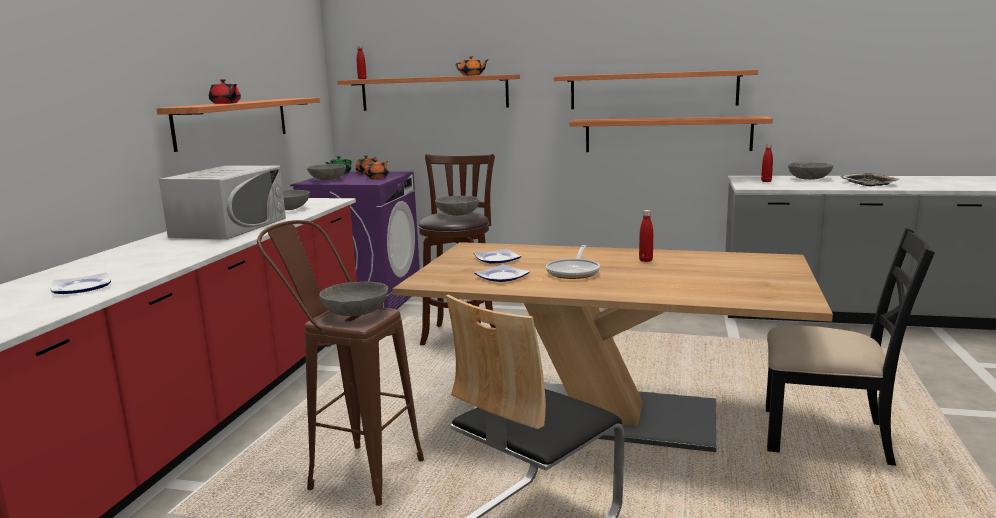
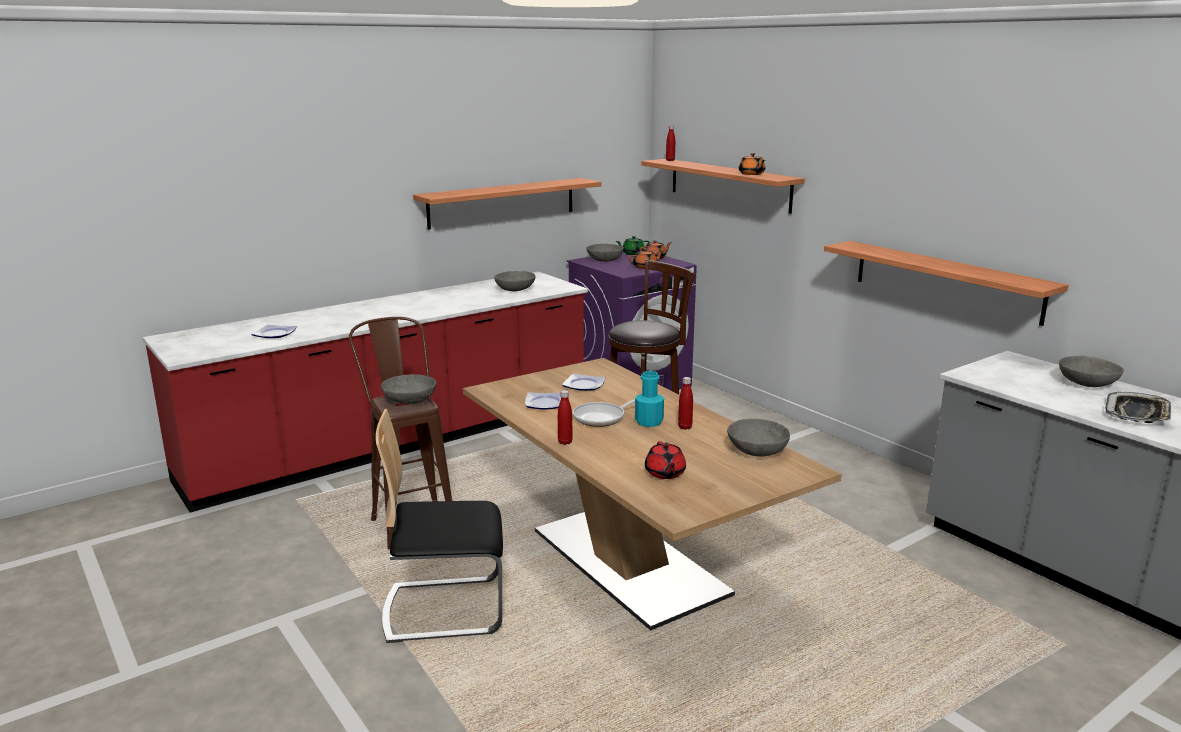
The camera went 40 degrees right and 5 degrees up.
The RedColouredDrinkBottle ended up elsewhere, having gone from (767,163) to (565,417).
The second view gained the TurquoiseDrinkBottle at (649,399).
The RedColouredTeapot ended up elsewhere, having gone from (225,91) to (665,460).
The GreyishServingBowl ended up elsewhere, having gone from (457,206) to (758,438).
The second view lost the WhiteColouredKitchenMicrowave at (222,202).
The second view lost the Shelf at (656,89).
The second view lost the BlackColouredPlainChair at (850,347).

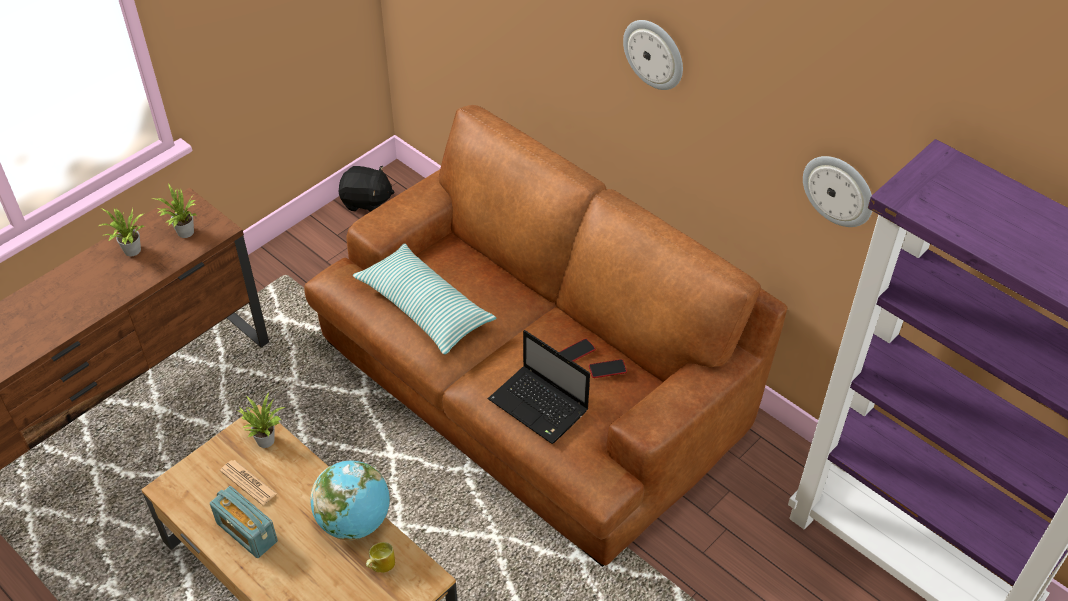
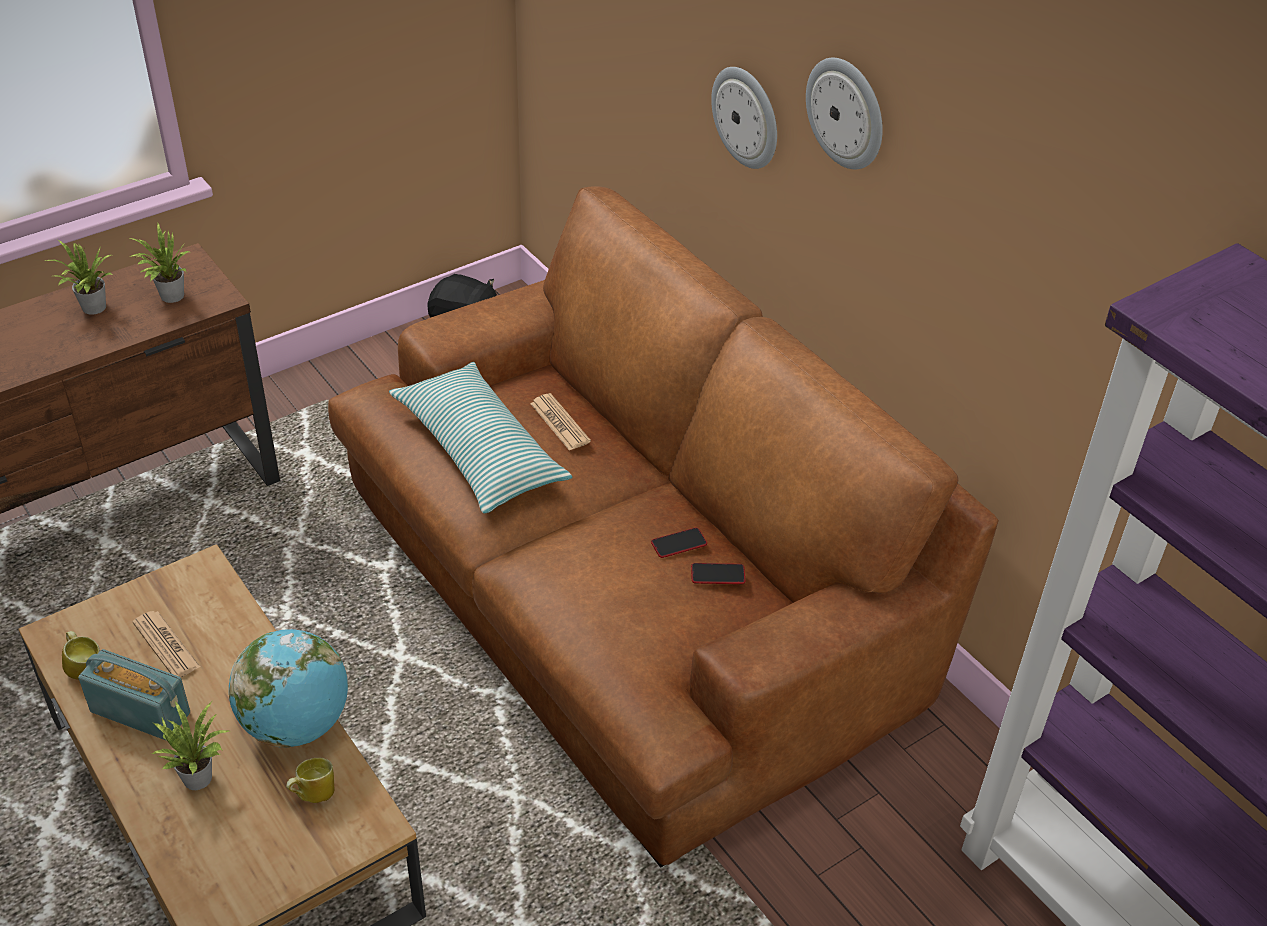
The camera went 10 degrees right and 5 degrees down.
The second view gained the Mug at (81,655).
The RadioSet at (244,522) ended up facing another way, 150 degrees clockwise from before.
The Houseplant ended up elsewhere, having gone from (261,420) to (190,745).
The second view gained the PrintedPaper at (560,422).
The HangingClock ended up elsewhere, having gone from (837,191) to (744,118).
The second view lost the NotebookComputer at (539,387).

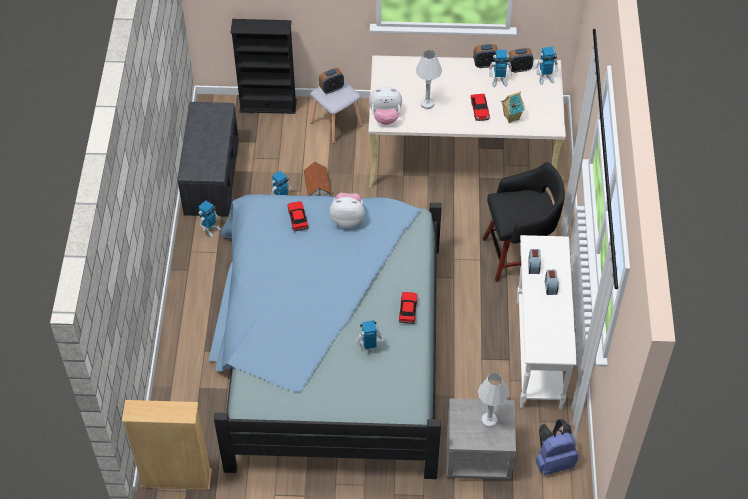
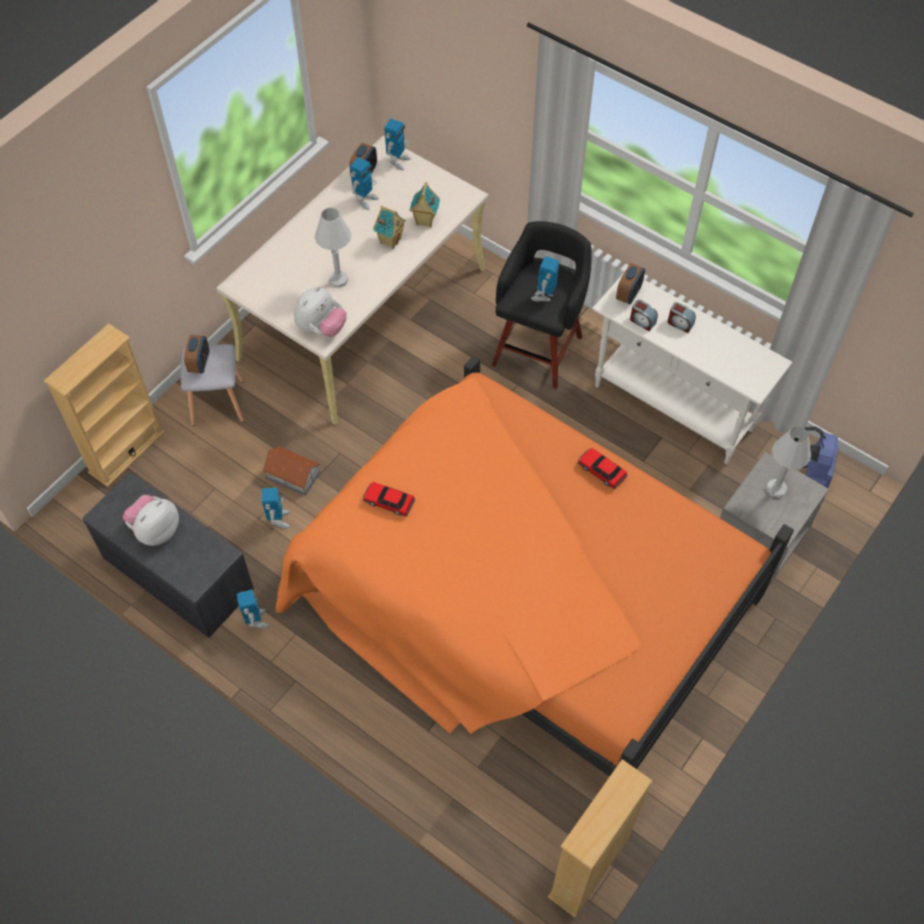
The camera went 55 degrees left and 5 degrees up.
What was the BlackColouredBookcase at (263,66) turned into the SandColouredBookcase at (104,405).
The PlushToy ended up elsewhere, having gone from (347,210) to (151,520).
What was the BluishSleepingBed at (325,336) turned into the OrangeySleepingBed at (534,566).
Where the ToyCar stood at (480,107), the MiniatureHouse came to stand at (389,227).
The ModelRobot ended up elsewhere, having gone from (369,337) to (545,278).
The AlarmClock ended up elsewhere, having gone from (485,56) to (630,283).

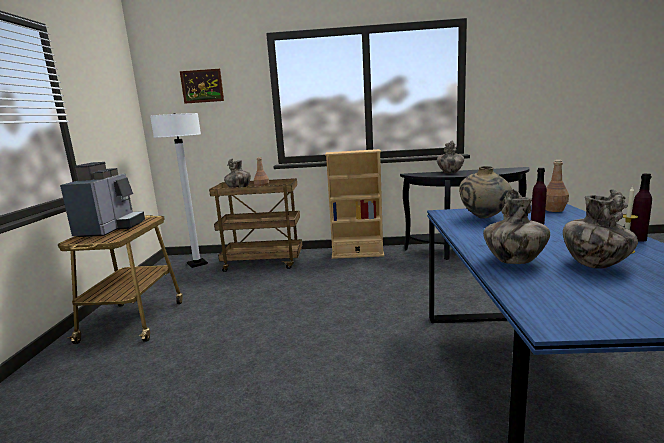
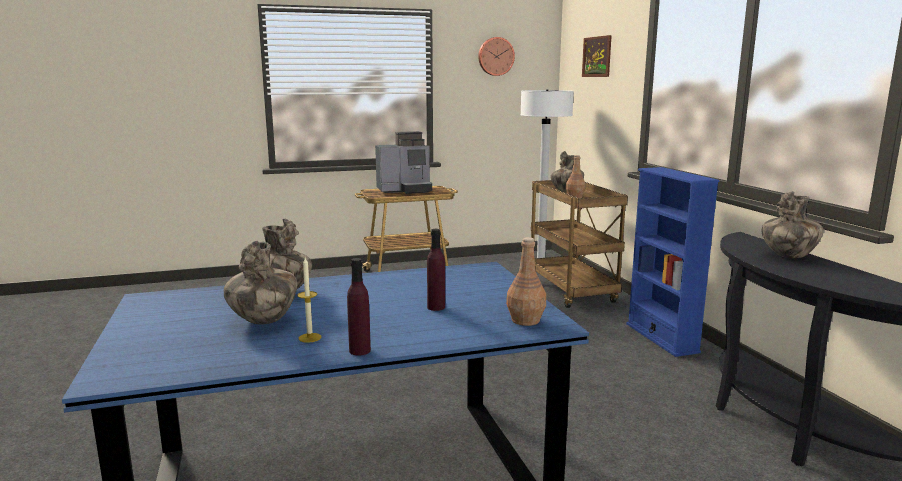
The camera went 70 degrees right and 0 degrees up.
The second view gained the HangingClock at (496,56).
What was the SandColouredBookcase at (354,204) turned into the BluishBookcase at (672,262).
The second view lost the SandColouredFlowerVase at (485,192).

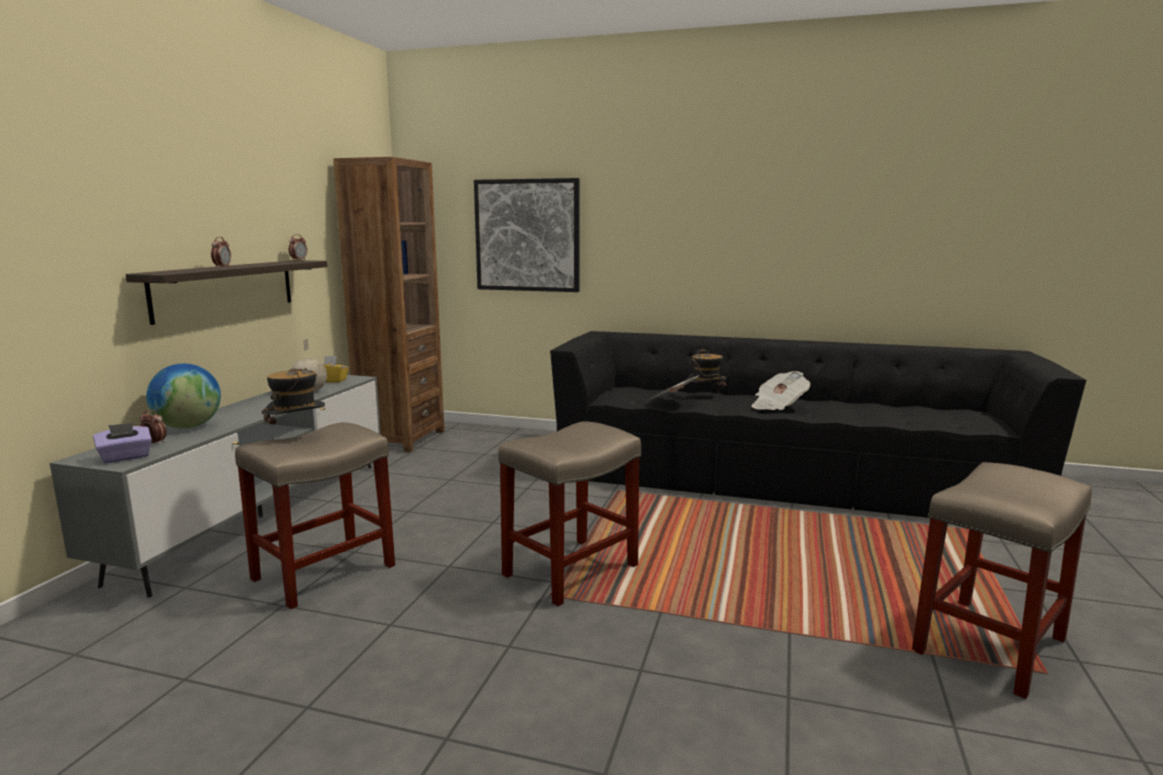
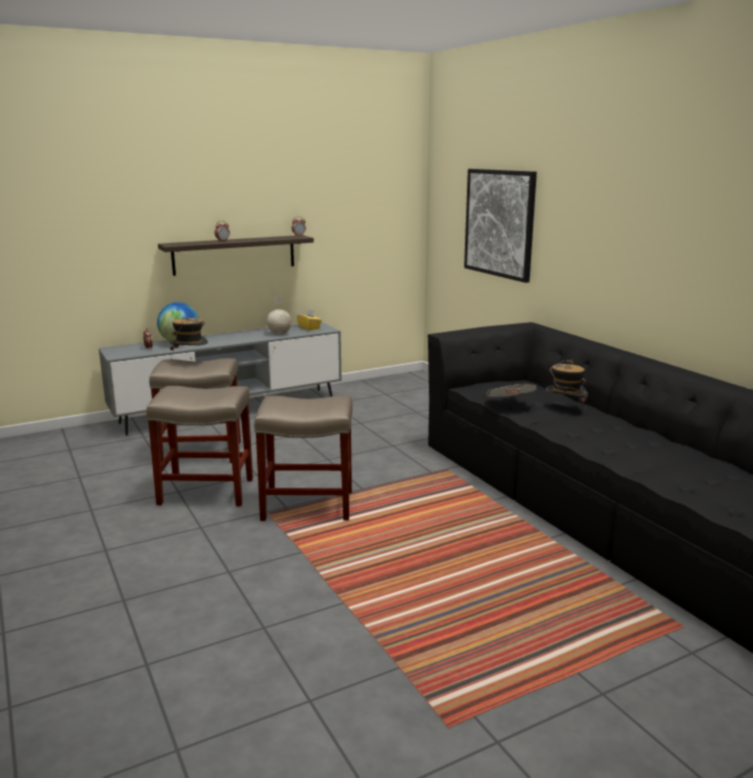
The camera went 45 degrees right and 5 degrees up.
The SandColouredStool ended up elsewhere, having gone from (1002,580) to (199,446).
The second view lost the PurpleColouredBoxOfTissues at (122,442).
The second view lost the BrownishBookcase at (388,304).
The second view lost the PrintedPaper at (780,390).

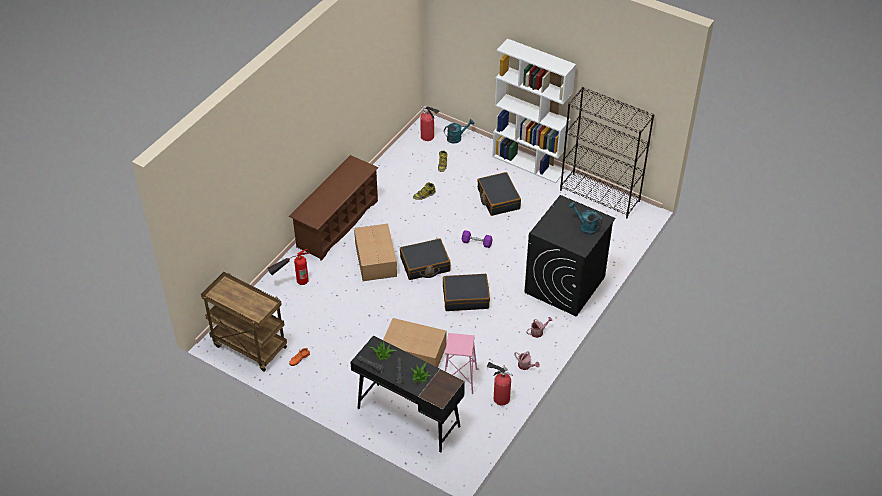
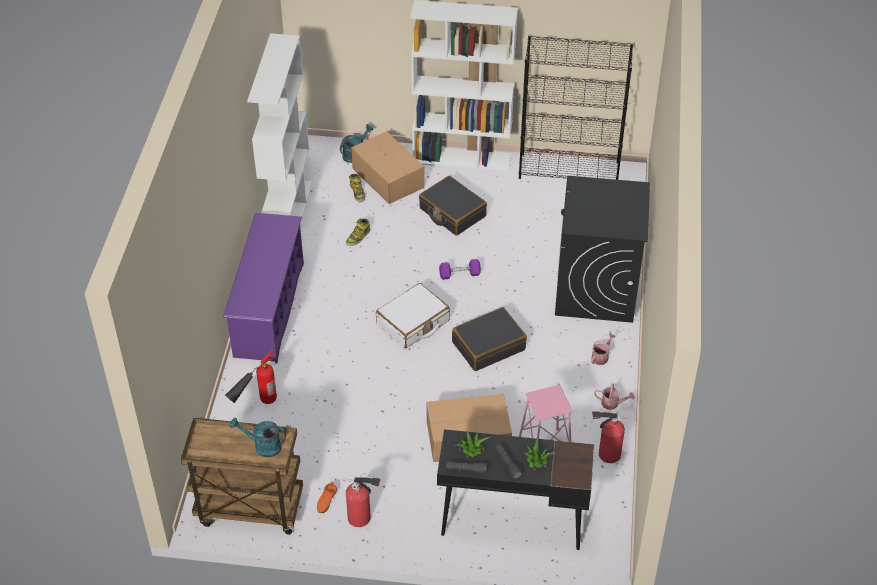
The camera went 25 degrees left and 0 degrees up.
What was the BrownishShoeShelf at (334,208) turned into the PurpleColouredShoeShelf at (263,288).
The TurquoiseWateringCan ended up elsewhere, having gone from (586,218) to (258,437).
The second view gained the WhiteColouredBookcase at (279,129).
The Extinguisher ended up elsewhere, having gone from (430,123) to (361,500).
The CardboardBox ended up elsewhere, having gone from (375,252) to (388,167).
What was the BlackColouredSuitcase at (425,259) turned into the WhiteColouredSuitcase at (413,315).

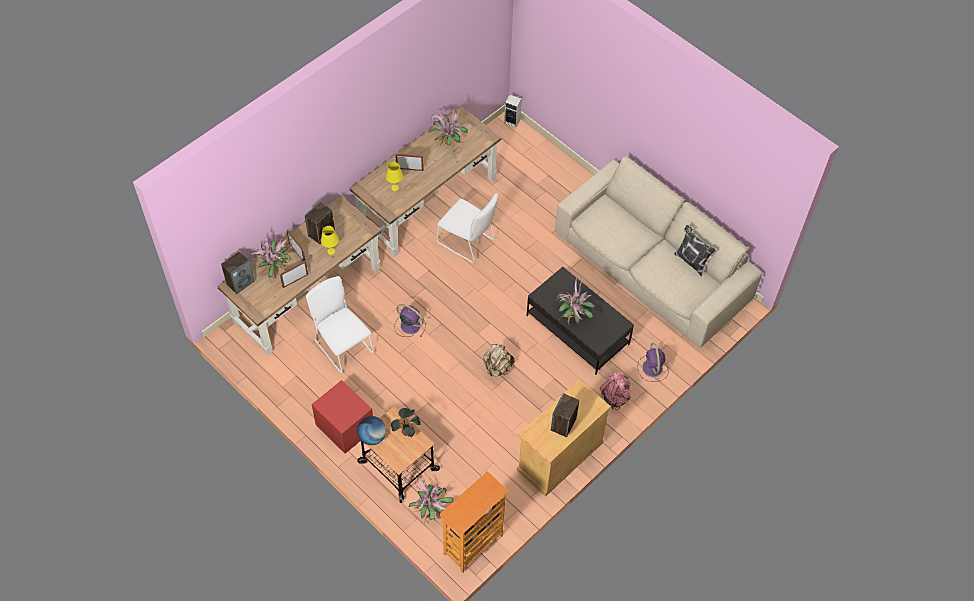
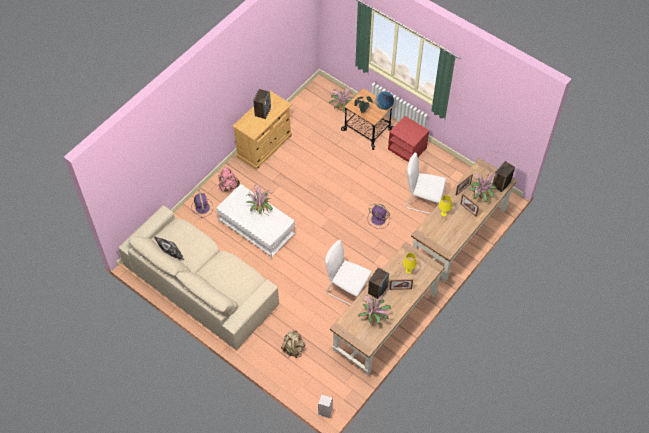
The camera went 175 degrees right and 0 degrees up.
What was the BlackColouredCoffeeTable at (580,321) turned into the WhiteColouredCoffeeTable at (255,222).
The SandColouredBackpack ended up elsewhere, having gone from (498,360) to (293,344).
The Speaker ended up elsewhere, having gone from (320,223) to (378,283).
The WhiteColouredPlainChair at (340,324) ended up facing another way, 150 degrees clockwise from before.
The second view lost the Bookcase at (474,522).

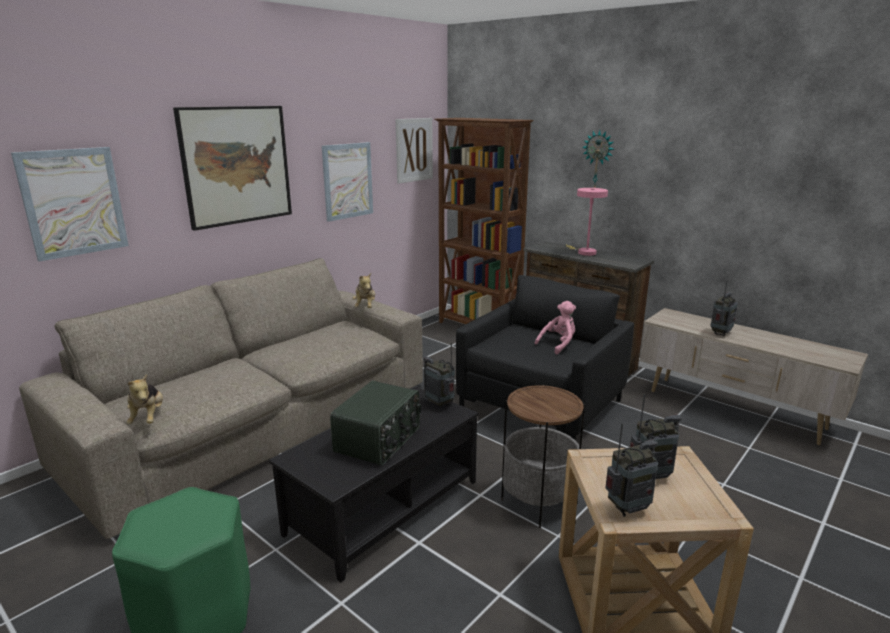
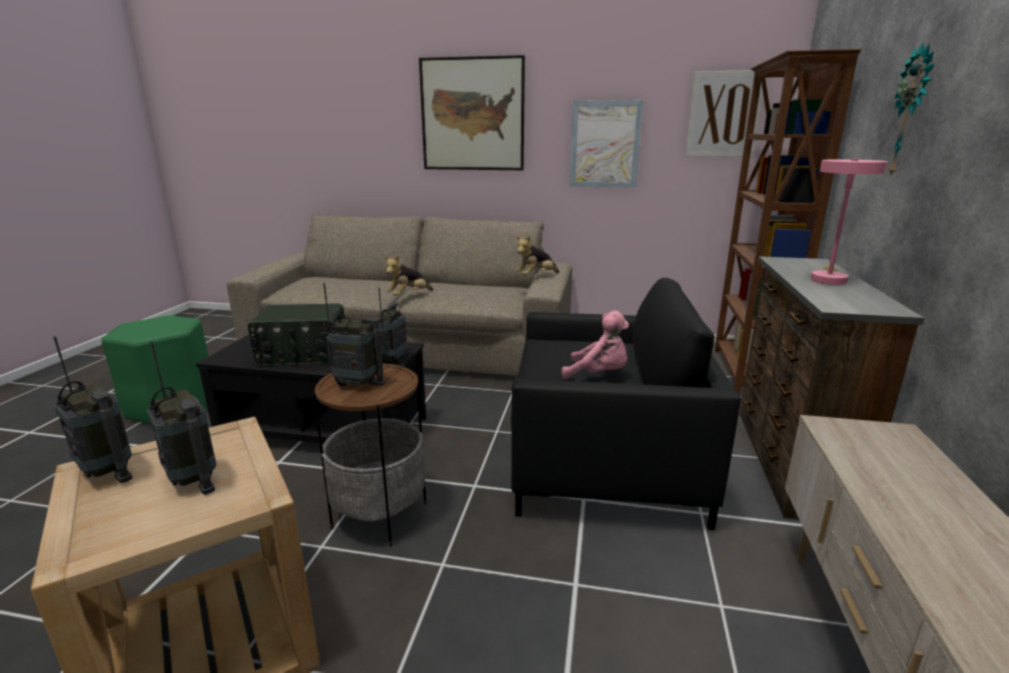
The camera went 60 degrees right and 0 degrees up.
The RadioSet ended up elsewhere, having gone from (724,308) to (354,334).
The PlushToy ended up elsewhere, having gone from (144,399) to (408,275).
The second view lost the Picture at (70,204).

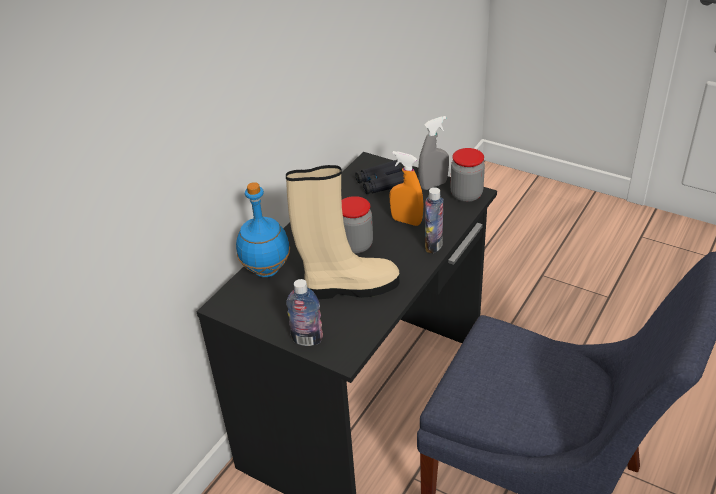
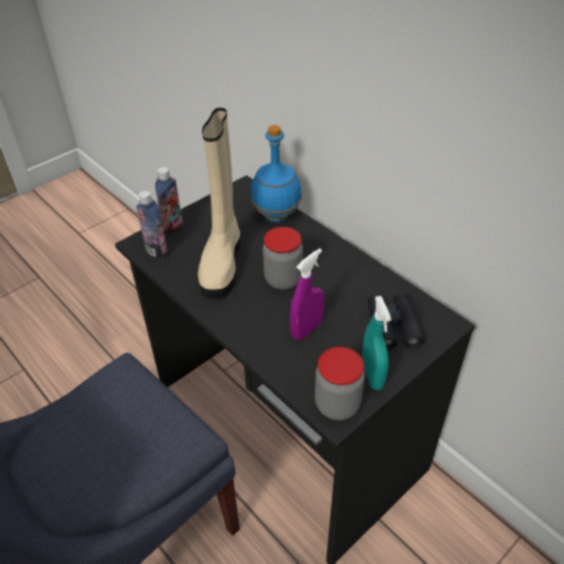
The camera went 105 degrees right and 5 degrees up.
The DrinkBottle ended up elsewhere, having gone from (434,220) to (152,224).
What was the OrangeySprayBottle at (407,188) turned into the PurpleColouredSprayBottle at (307,294).
What was the GreyishSprayBottle at (433,153) turned into the TurquoiseSprayBottle at (376,343).

